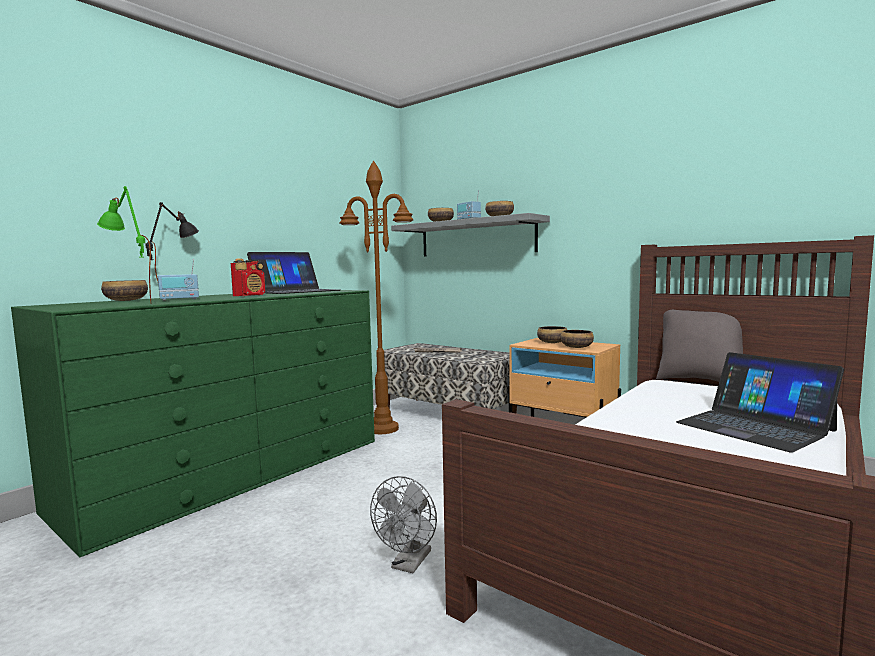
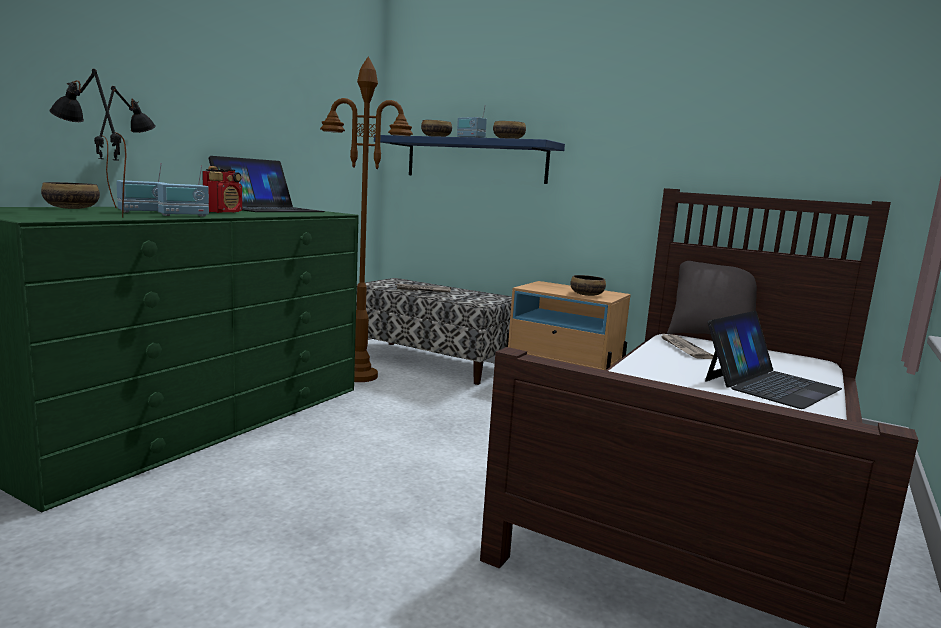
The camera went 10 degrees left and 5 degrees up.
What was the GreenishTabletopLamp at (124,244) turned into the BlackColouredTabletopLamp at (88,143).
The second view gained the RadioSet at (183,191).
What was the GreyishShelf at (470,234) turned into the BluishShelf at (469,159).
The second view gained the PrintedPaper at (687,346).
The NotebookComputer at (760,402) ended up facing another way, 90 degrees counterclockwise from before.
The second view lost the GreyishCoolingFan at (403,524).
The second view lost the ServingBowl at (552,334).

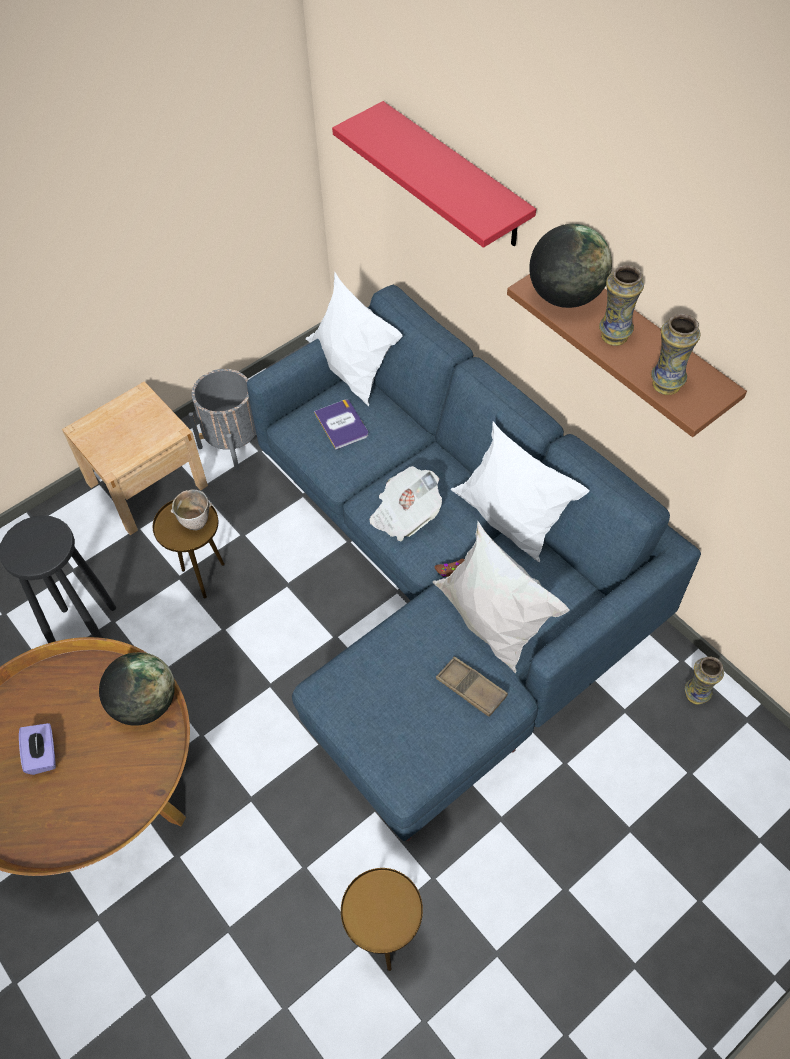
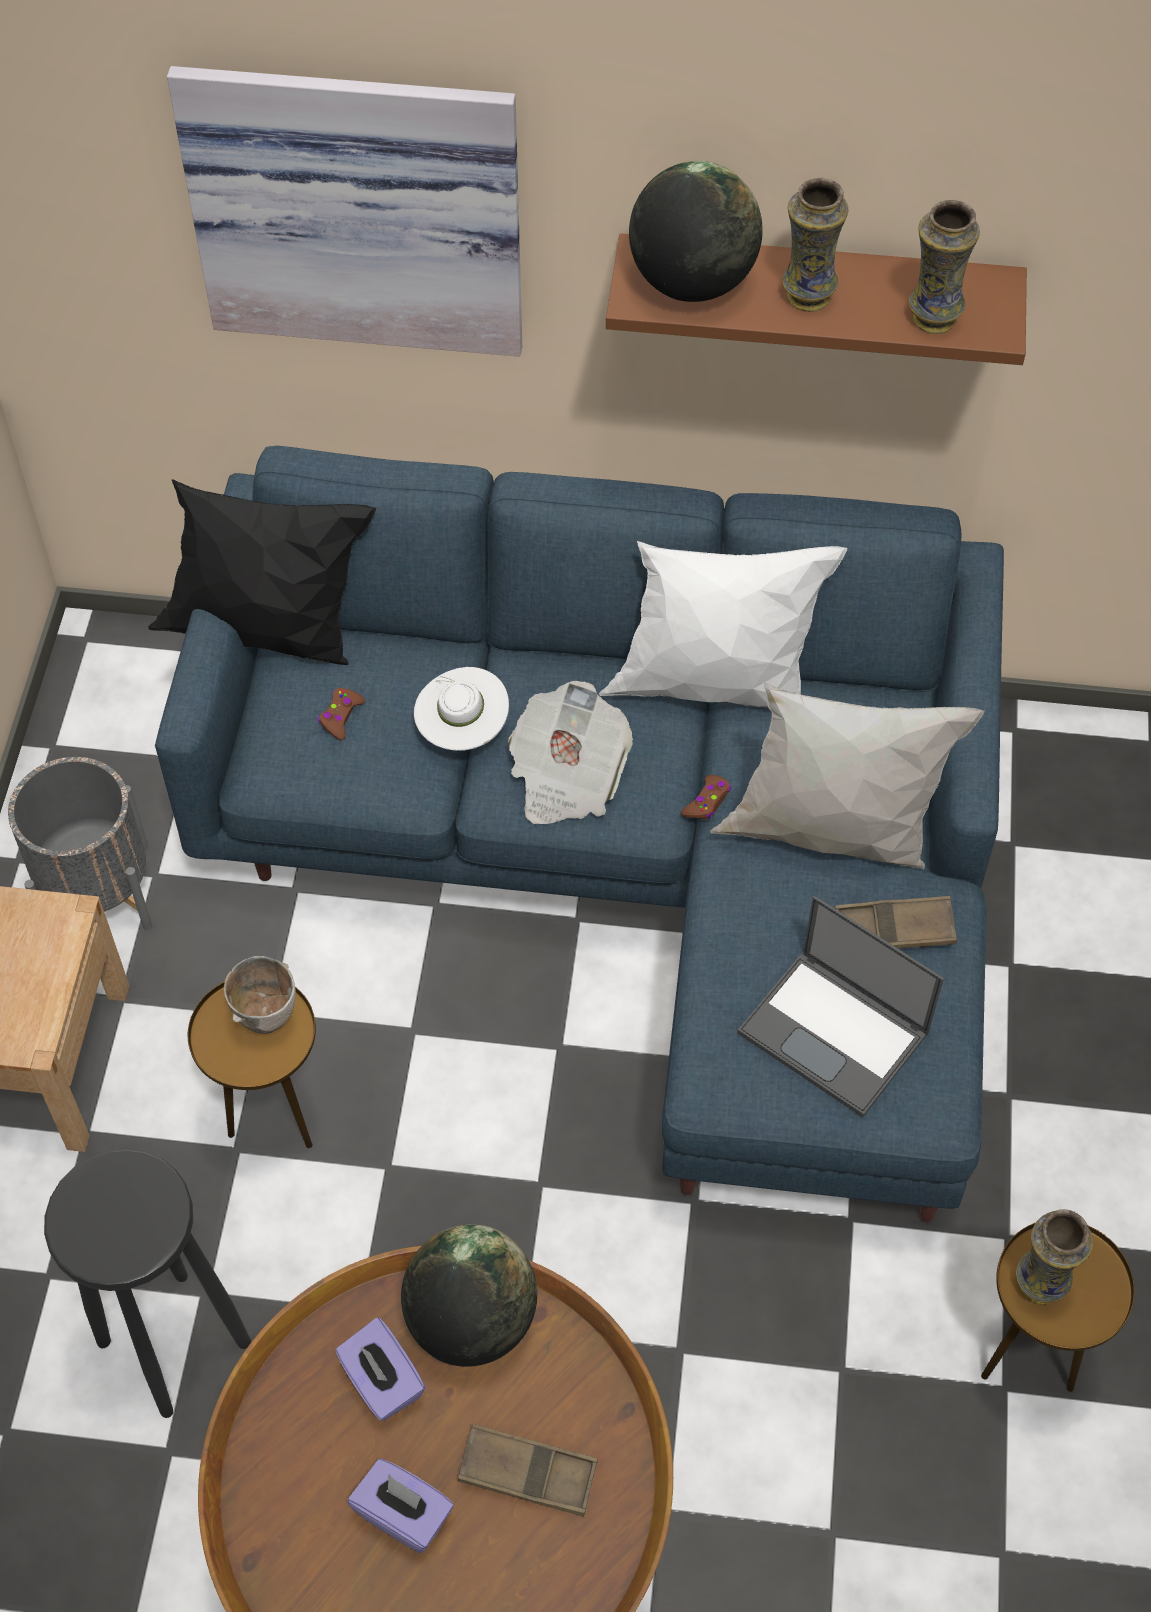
The camera went 45 degrees left and 0 degrees up.
What was the WhiteColouredPillow at (354,339) turned into the BlackColouredPillow at (262,572).
Where the RedColouredShelf hung at (434,174), the Picture came to hang at (344,211).
Where the BoundBook stood at (341,425), the BrownishJoypad came to stand at (341,714).
The second view gained the PurpleColouredBoxOfTissues at (380,1368).
The second view gained the WhiteColouredWearableHat at (461,709).
The second view gained the BrownishCarryingTray at (528,1470).
The second view gained the NotebookComputer at (840,1006).
The FlowerVase ended up elsewhere, having gone from (704,681) to (1054,1257).

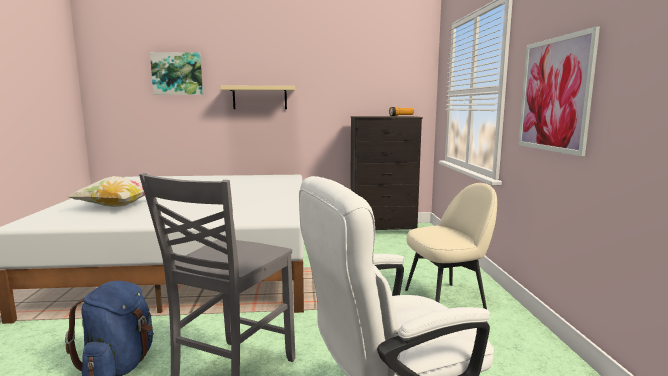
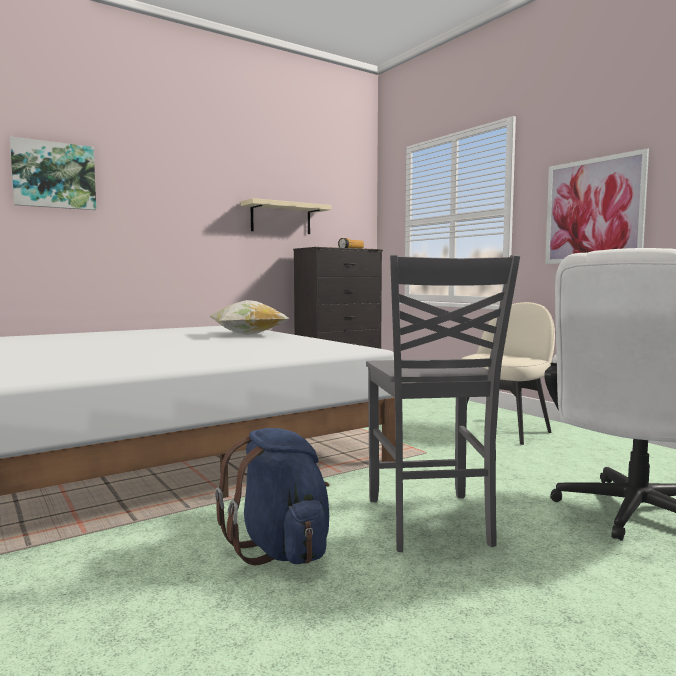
The camera went 30 degrees left and 5 degrees down.
The Pillow ended up elsewhere, having gone from (106,191) to (249,317).
The SandColouredShelf ended up elsewhere, having gone from (257,97) to (286,216).

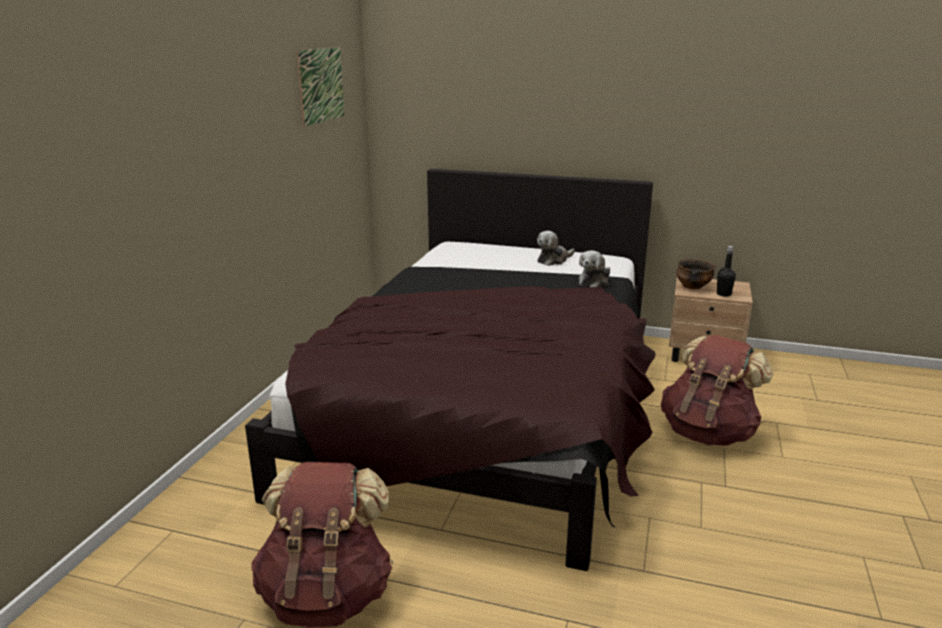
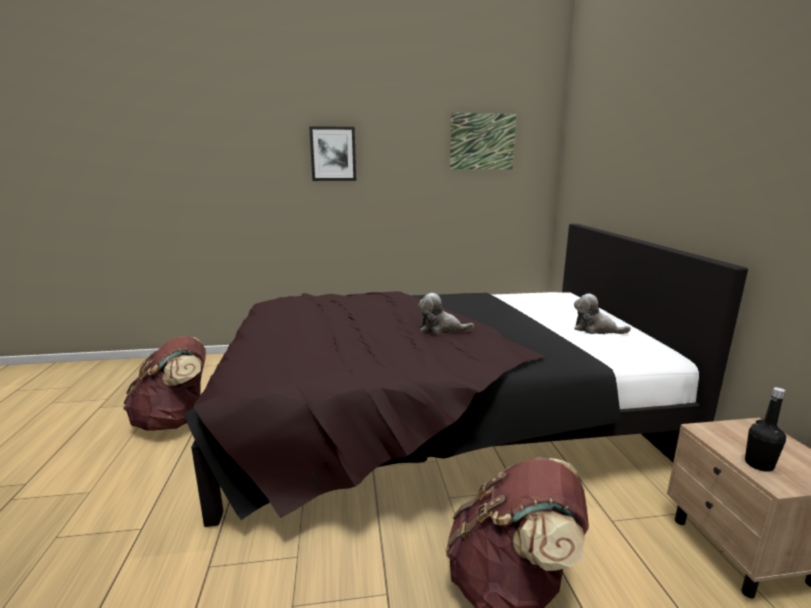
The camera went 65 degrees right and 5 degrees down.
The second view gained the Picture at (332,153).
The PlushToy ended up elsewhere, having gone from (594,268) to (446,314).
The second view lost the ServingBowl at (696,274).

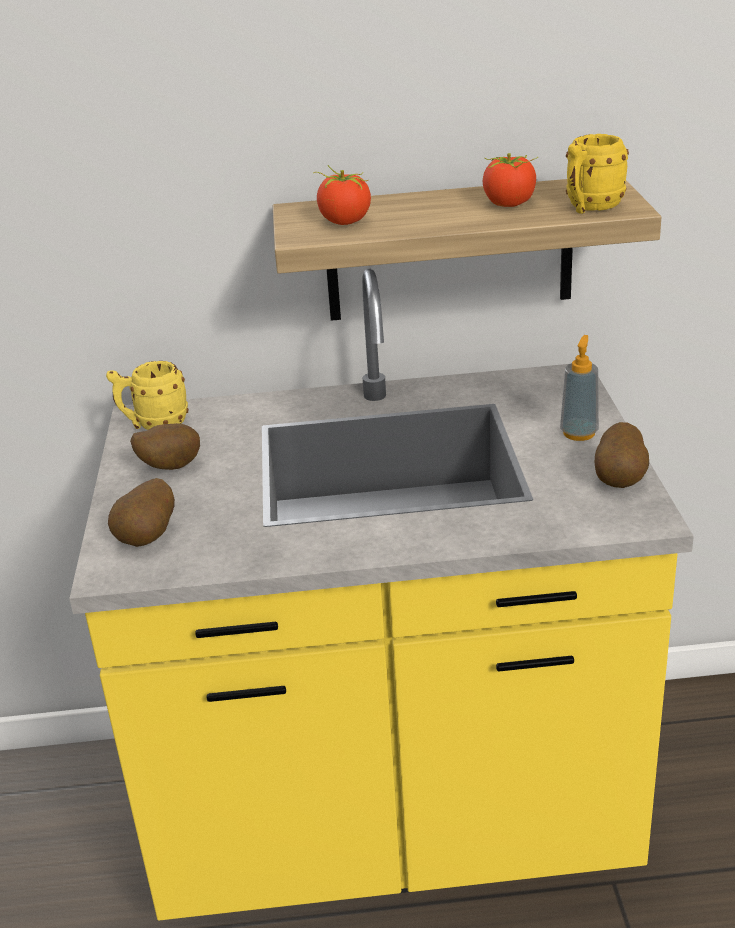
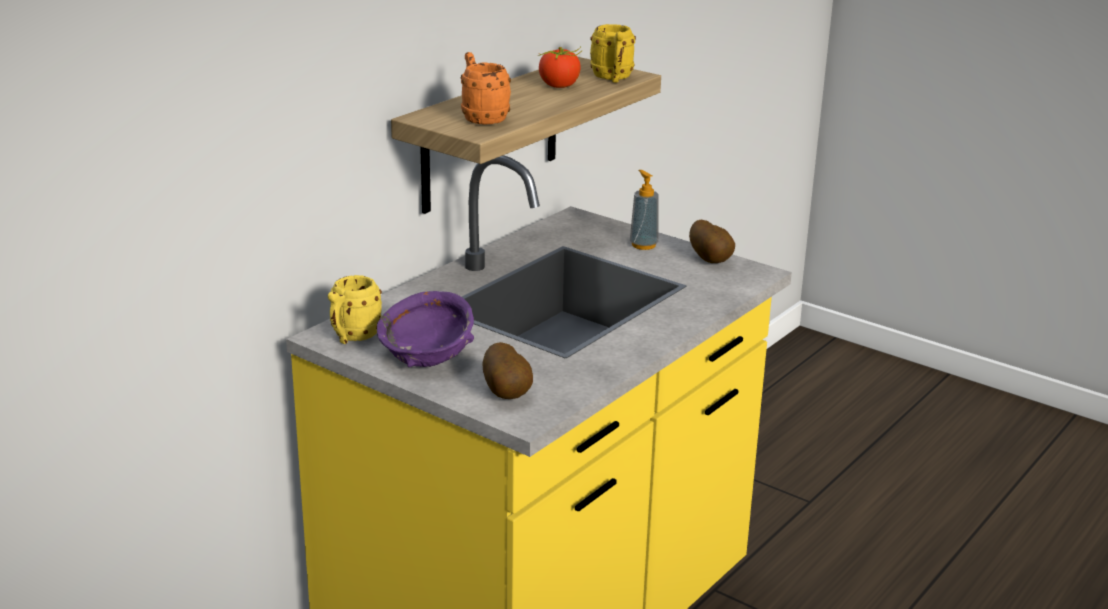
The camera went 50 degrees left and 5 degrees down.
Where the WholePotato stood at (165,446), the PurpleColouredServingBowl came to stand at (425,329).
Where the WholeTomato stood at (342,195), the OrangeyMug came to stand at (486,88).

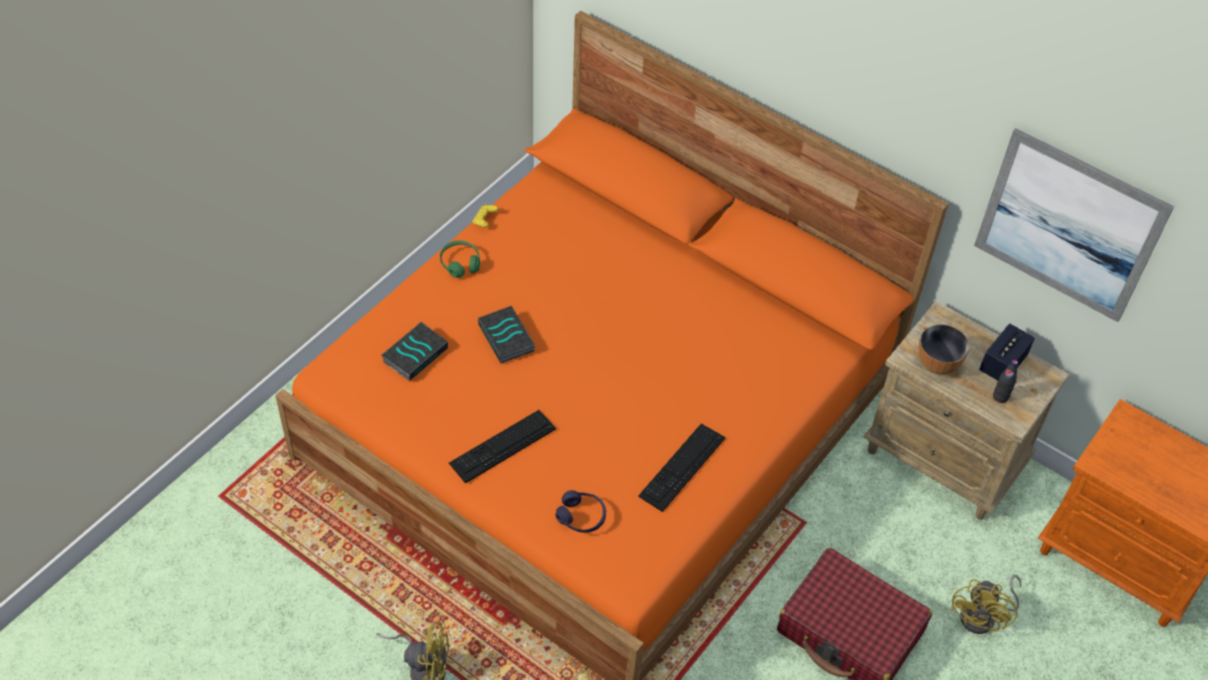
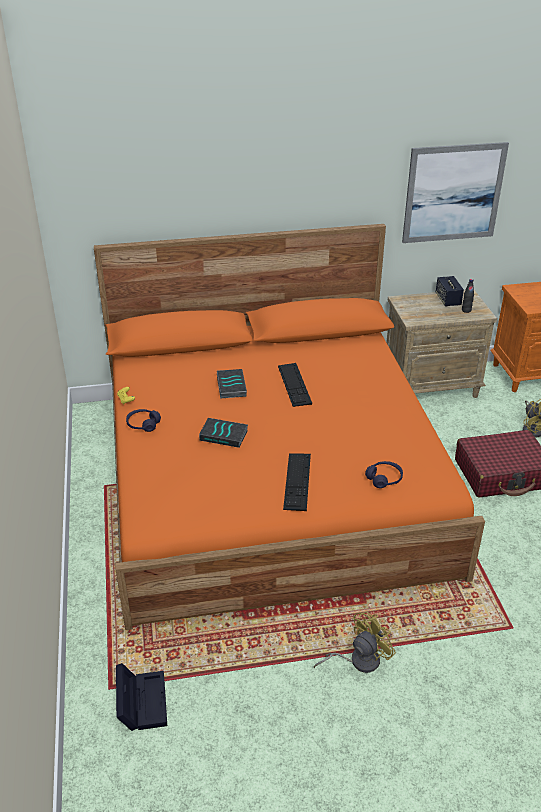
The camera went 45 degrees left and 15 degrees down.
The second view gained the BlackColouredStorageBox at (141,697).
What was the GreenishHeadset at (460,259) turned into the PurpleColouredHeadset at (143,420).
The BoundBook ended up elsewhere, having gone from (414,351) to (232,383).
The ComputerKeyboard ended up elsewhere, having gone from (681,468) to (295,385).
The second view lost the ServingBowl at (944,350).

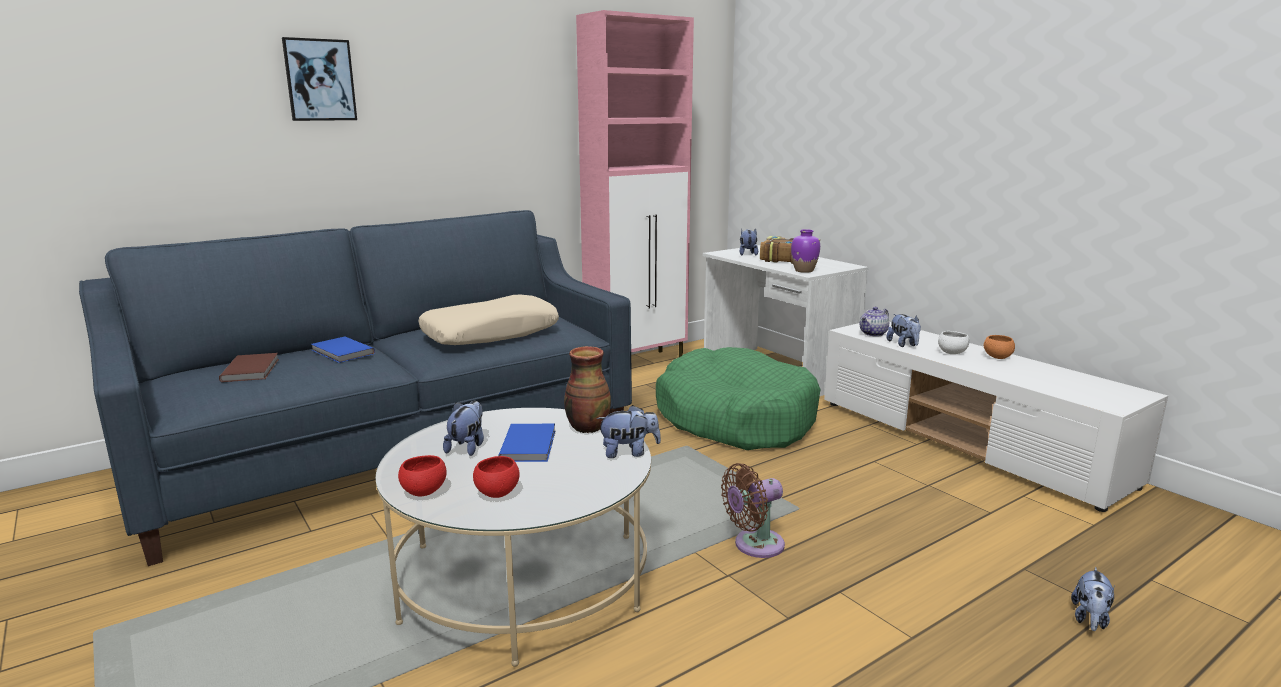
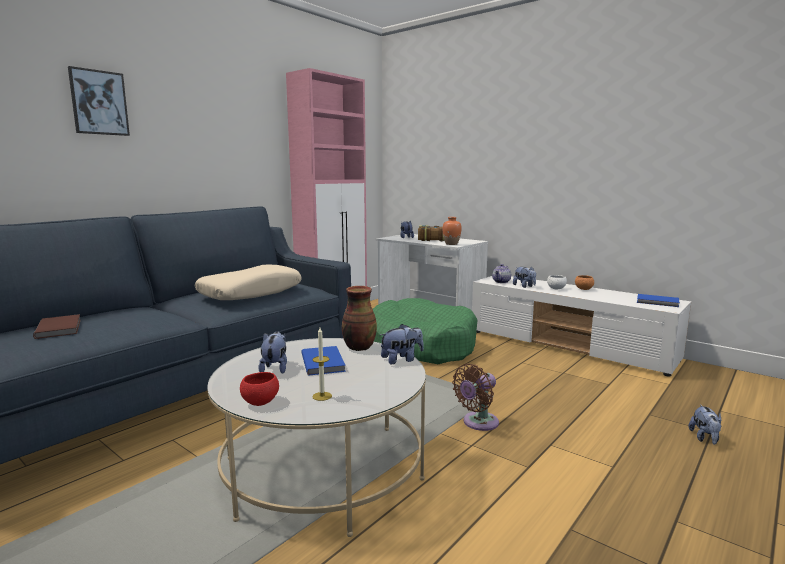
The camera went 15 degrees left and 5 degrees down.
Where the RedColouredServingBowl stood at (496,477), the Candle came to stand at (322,364).
What was the PurpleColouredFlowerVase at (805,251) turned into the OrangeyFlowerVase at (452,231).
The BluishBoundBook ended up elsewhere, having gone from (343,349) to (658,300).

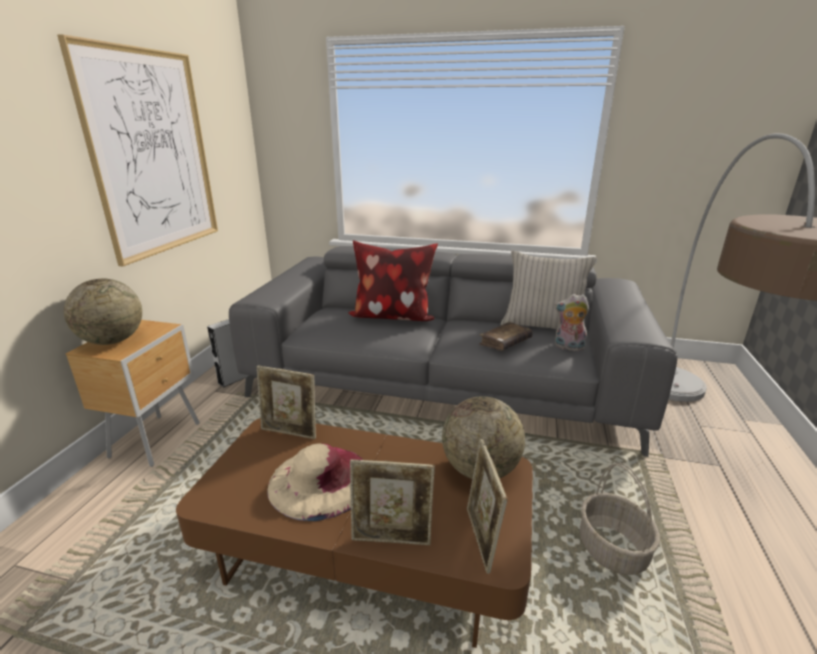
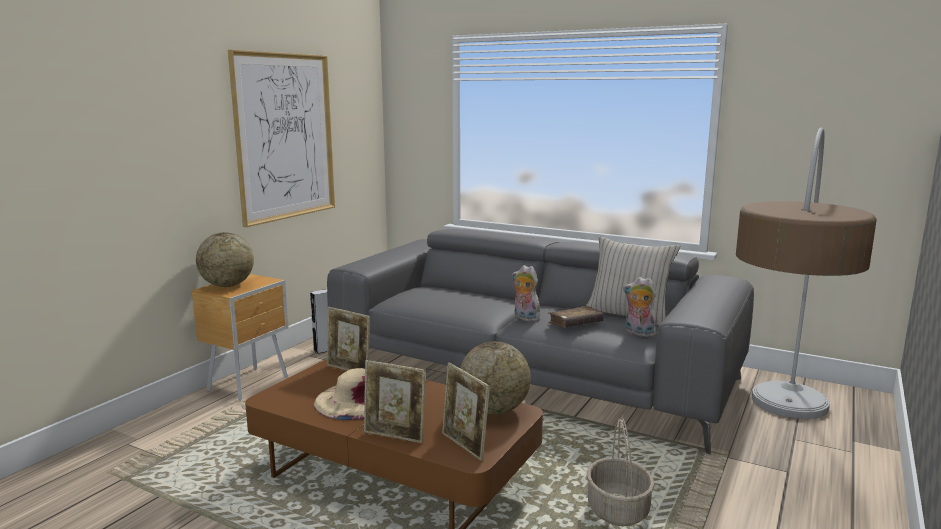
The camera went 15 degrees right and 10 degrees down.
The PictureFrame at (487,506) ended up facing another way, 45 degrees counterclockwise from before.
The second view gained the PlushToy at (526,293).
The second view lost the Pillow at (393,281).

